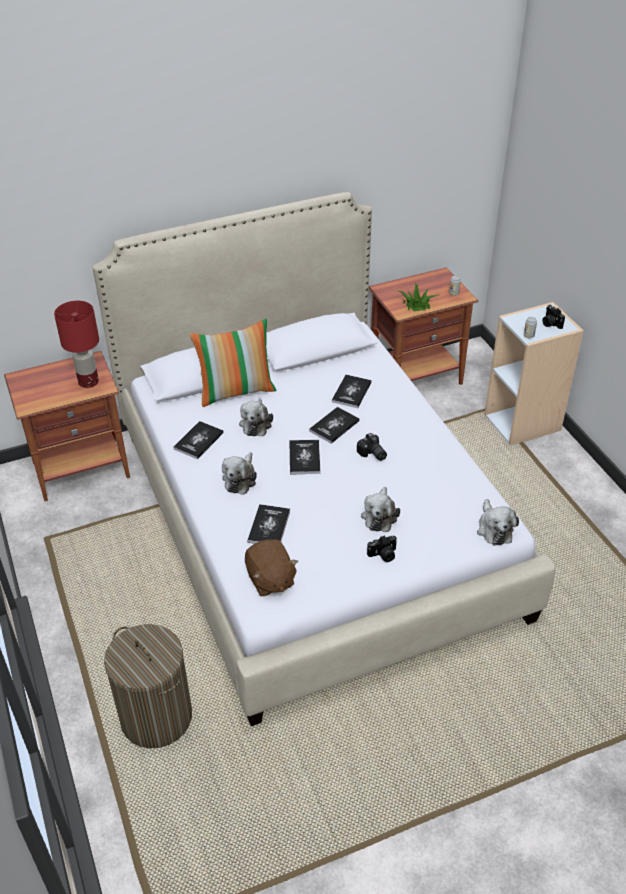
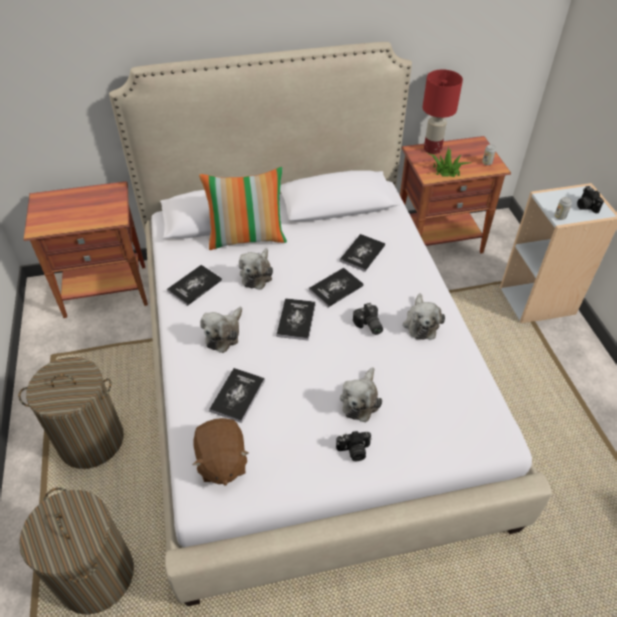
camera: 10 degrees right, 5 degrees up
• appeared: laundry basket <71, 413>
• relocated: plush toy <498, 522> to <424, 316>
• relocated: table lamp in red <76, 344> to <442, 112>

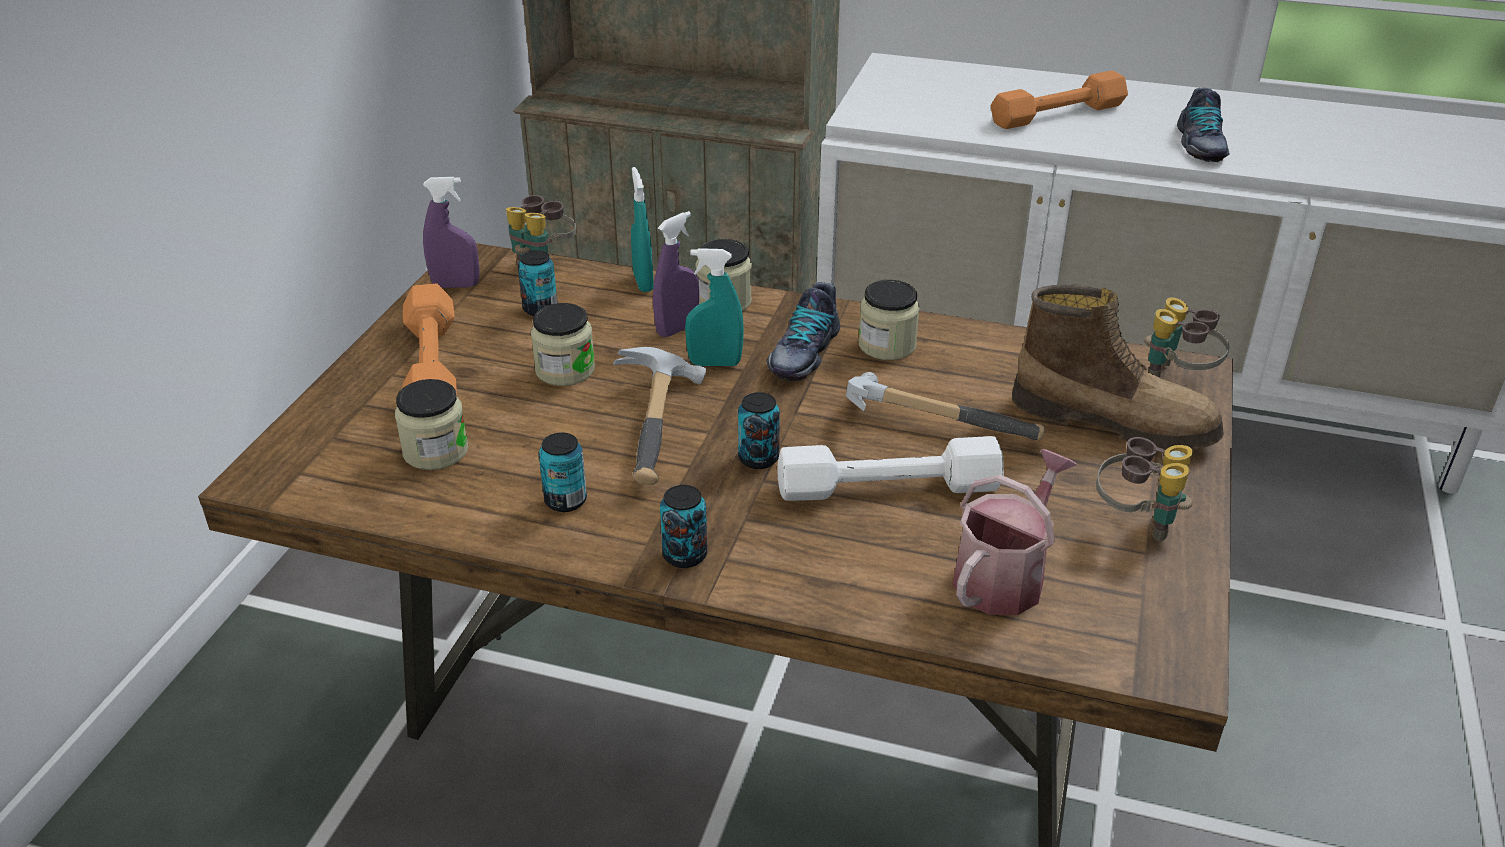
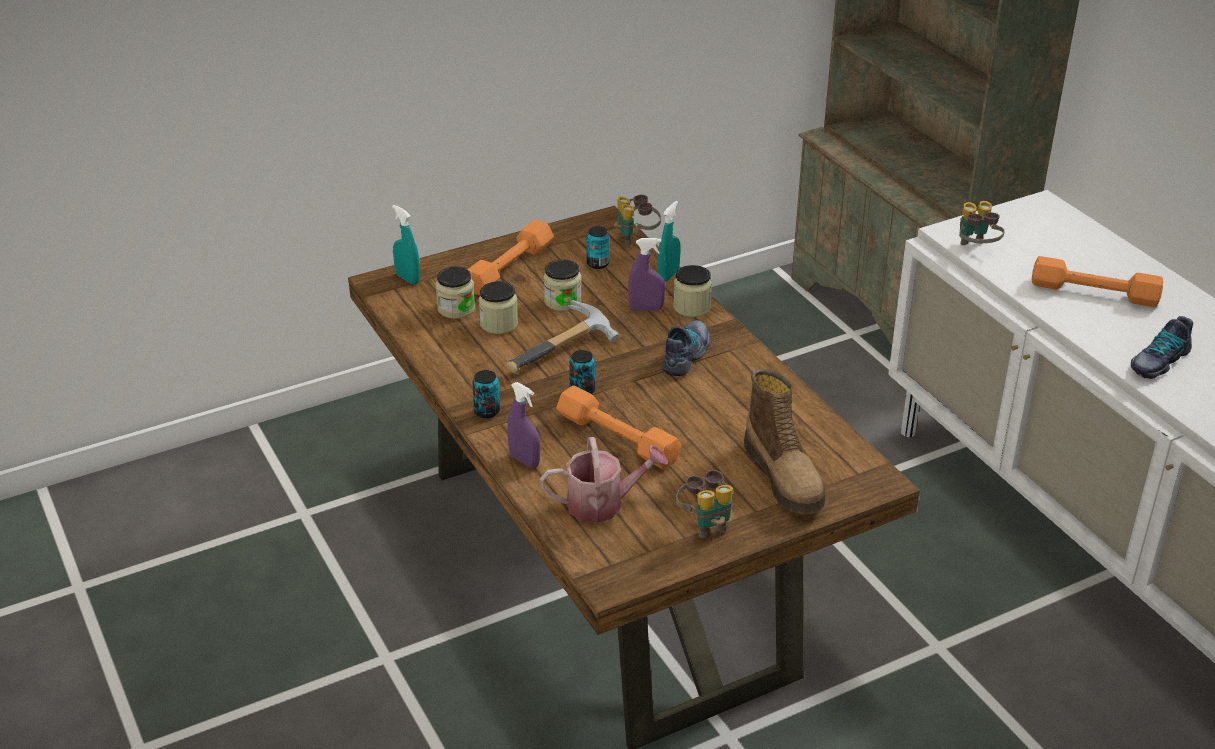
camera: 45 degrees right, 0 degrees up
• relocated: spray bottle in turquoise <714, 307> to <406, 244>
• relocated: jar <889, 320> to <498, 307>
• relocated: spray bottle in purple <451, 232> to <523, 425>
• colour: dumbbell in white <890, 468> to dumbbell in orange <619, 427>
• spun: shoe <803, 332> = <686, 348> 135 degrees clockwise
• relocated: binoculars <1187, 337> to <982, 223>
• missing: can <563, 472>
• missing: hammer <945, 406>

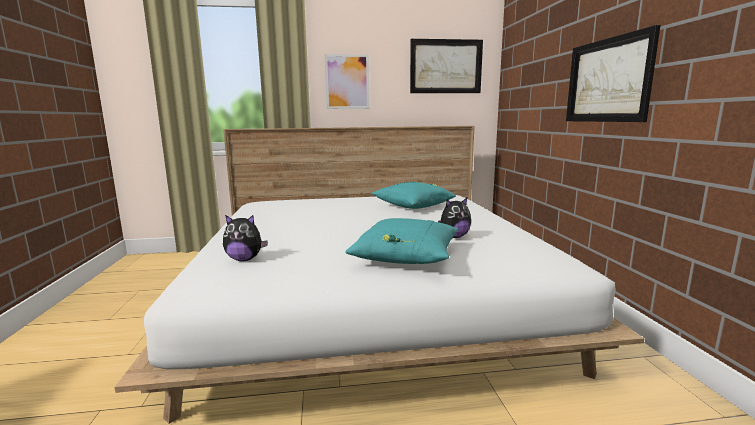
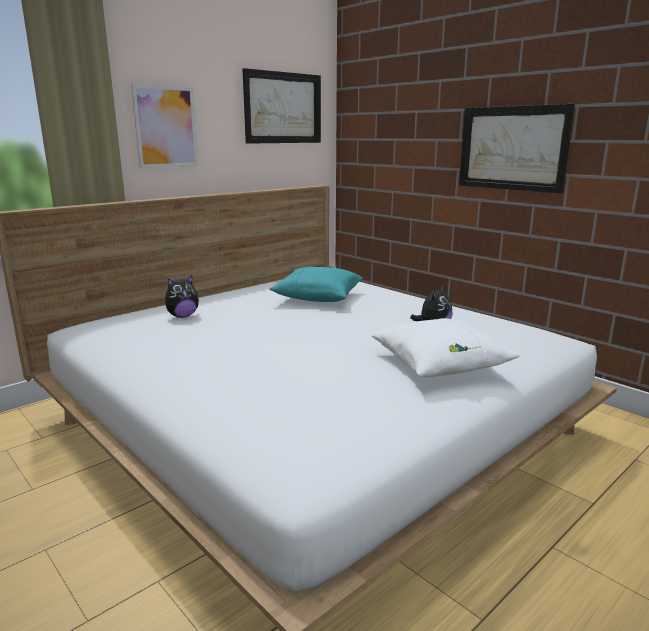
camera: 35 degrees left, 5 degrees up
• relocated: plush toy <245, 238> to <182, 296>
• colour: pillow in turquoise <401, 241> to pillow in white <446, 347>

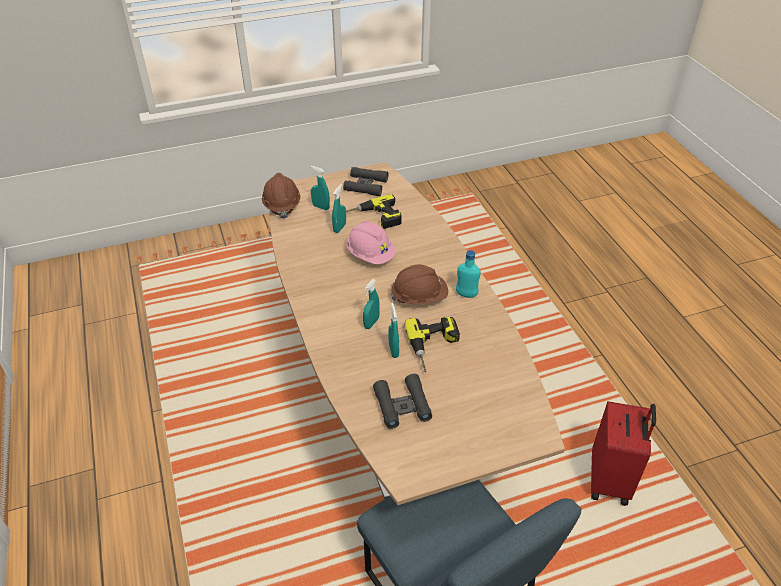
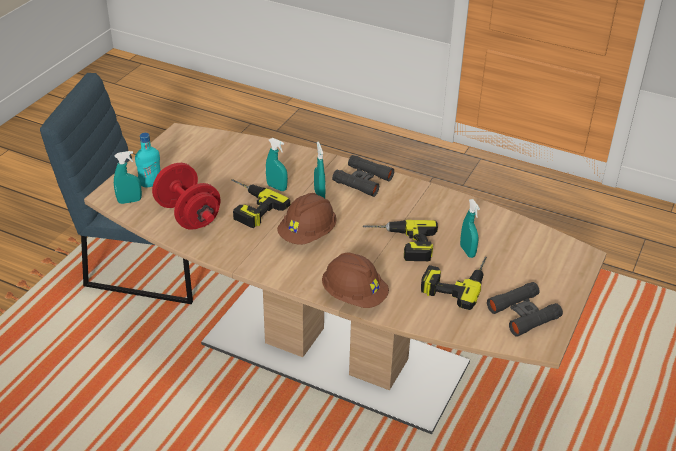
camera: 135 degrees right, 5 degrees down
• relocated: spray bottle in turquoise <320, 188> to <128, 177>
• relocated: bottle in turquoise <468, 274> to <148, 160>
• appeared: dumbbell in red <186, 196>
• relocated: hard hat in brown <281, 196> to <355, 280>
• relocated: binoculars in black <402, 401> to <363, 176>
• exchanged: hard hat in pink <371, 242> to power drill <400, 240>
• missing: suitcase in red <623, 453>

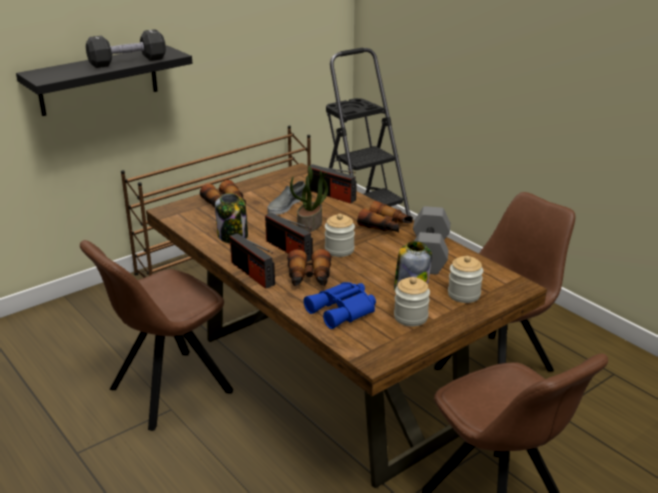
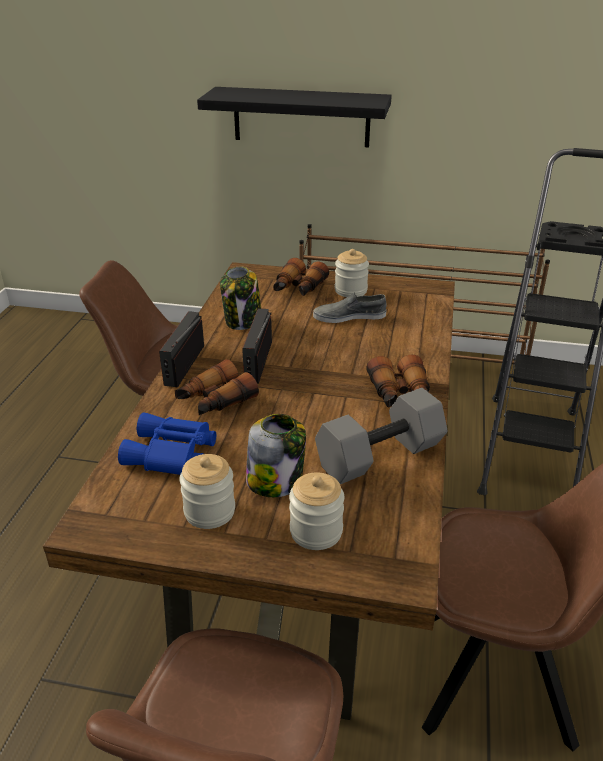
camera: 50 degrees right, 5 degrees up
• relocated: jar <340, 235> to <352, 273>
• missing: dumbbell in black <126, 48>
• missing: potted plant <309, 199>
• missing: radio <333, 184>

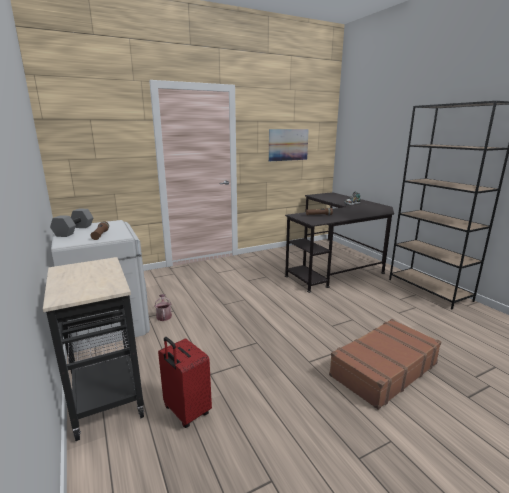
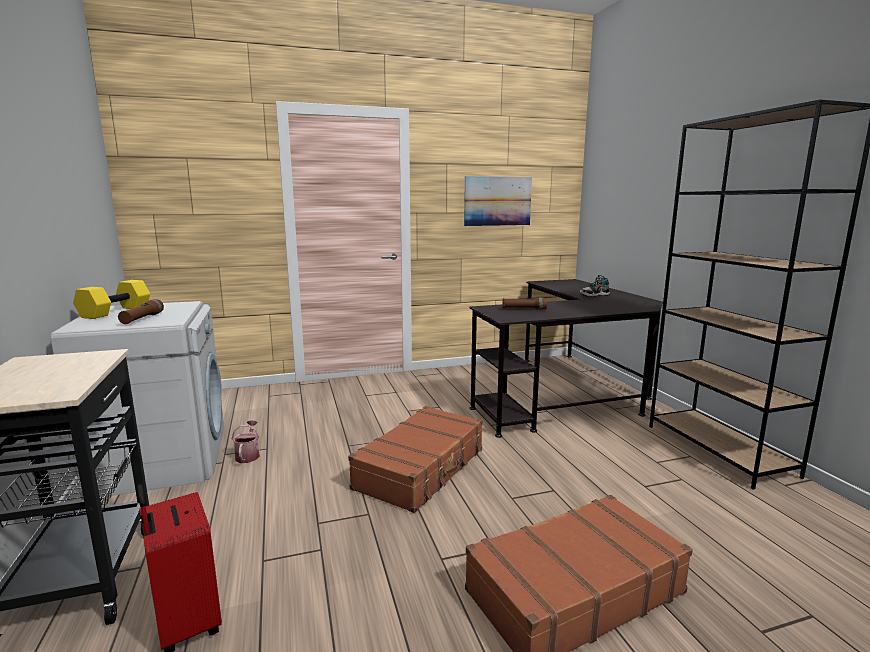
camera: 10 degrees right, 5 degrees down
• colour: dumbbell in grey <71, 222> to dumbbell in yellow <111, 299>
• appeared: suitcase in brown <415, 459>

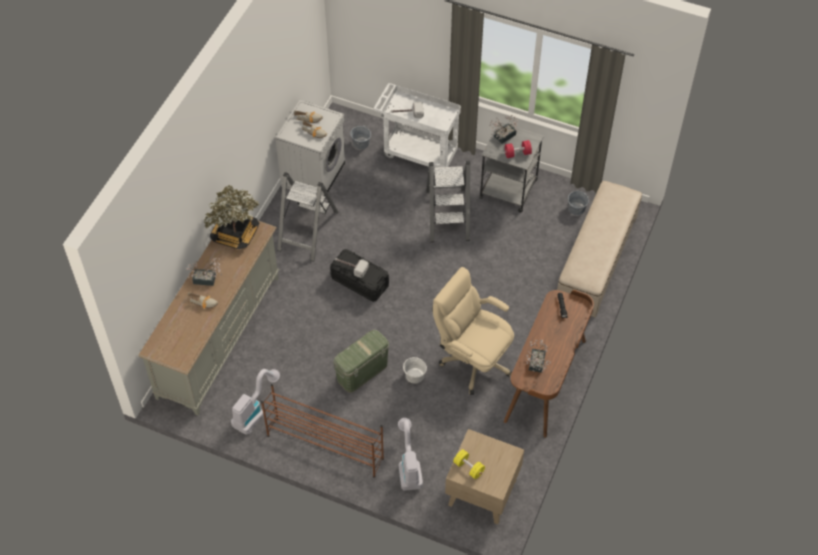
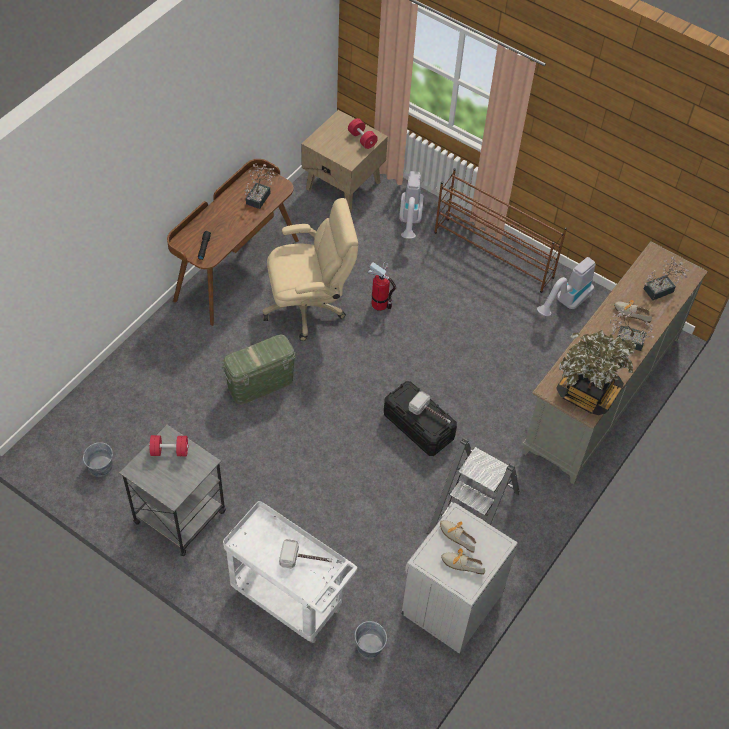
camera: 170 degrees left, 0 degrees up
• relocated: storage box in green <361, 361> to <259, 369>
• spun: office chair in beige <473, 331> = <310, 269> 60 degrees counterclockwise
• colour: dumbbell in yellow <469, 464> to dumbbell in red <363, 133>
• exchanged: bucket in white <415, 370> to fire extinguisher <382, 286>
• relocated: potted plant <503, 129> to <666, 278>
• missing: step ladder in grey <448, 202>
• missing: bench in beige <599, 249>

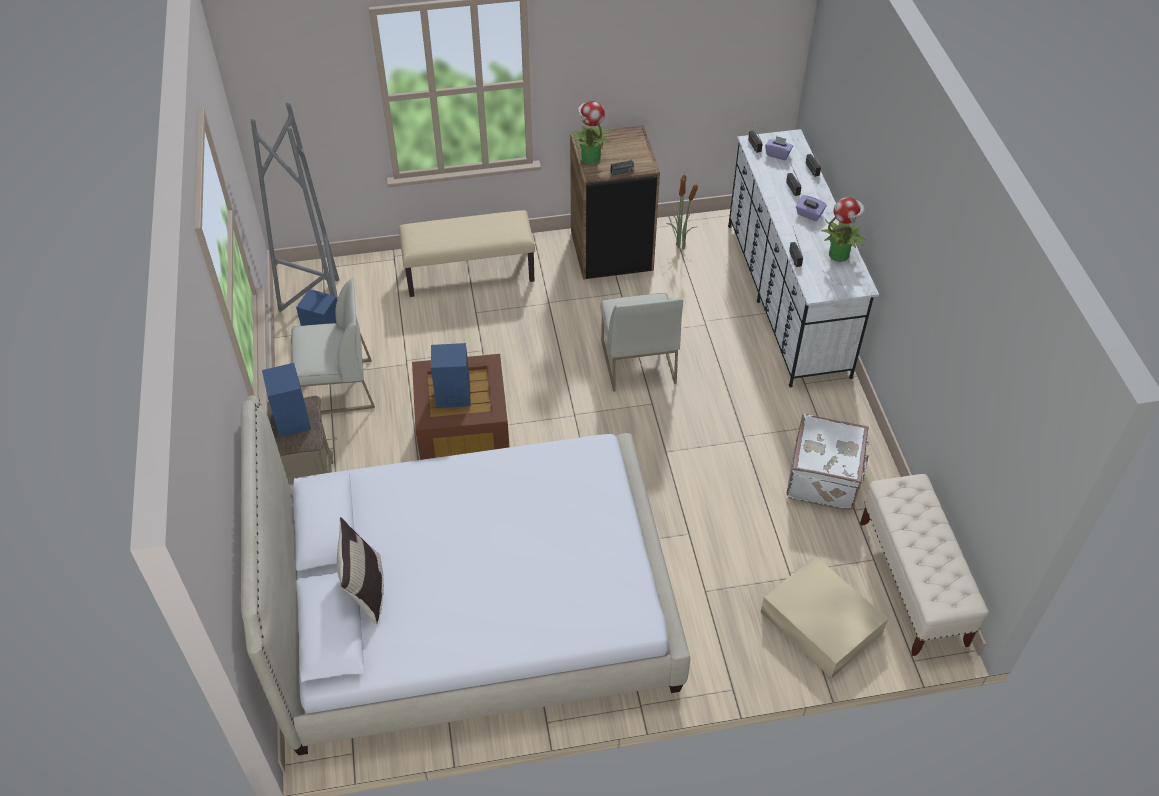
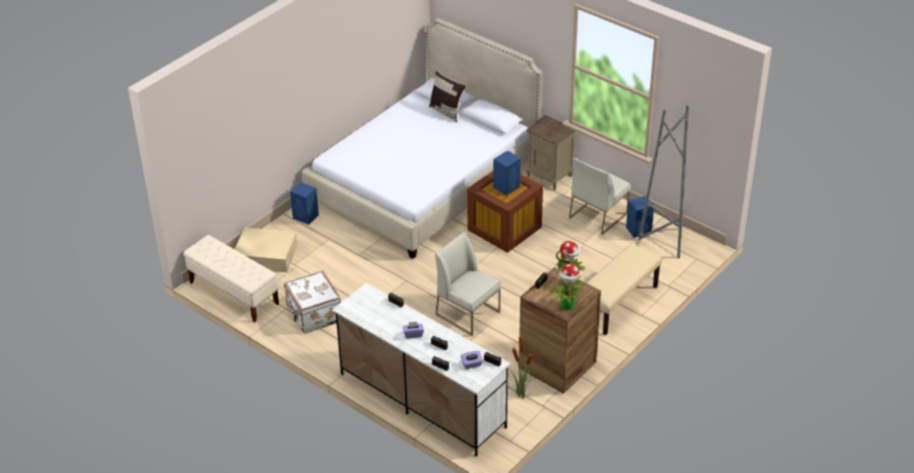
camera: 140 degrees right, 10 degrees down
• relocated: speaker in blue <286, 400> to <304, 203>
• relocated: potted plant <844, 229> to <568, 287>

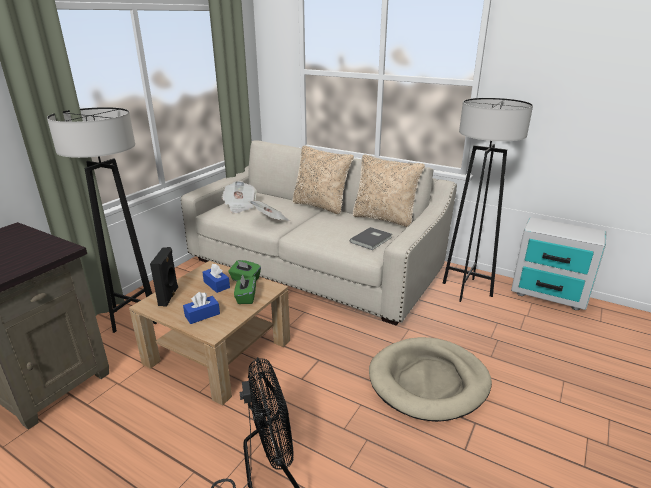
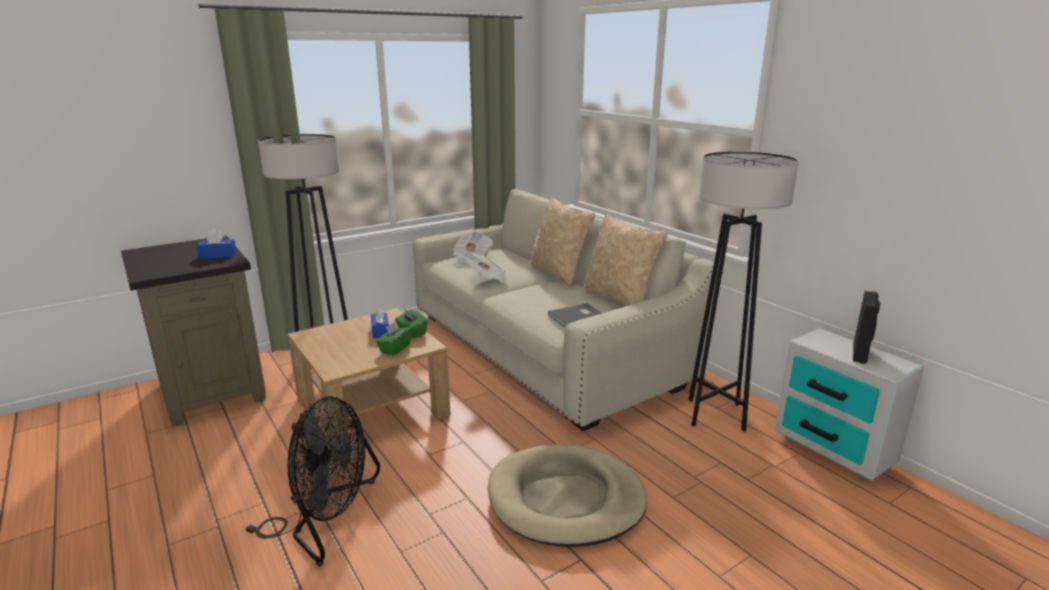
camera: 25 degrees right, 5 degrees down
• relocated: tissue box in blue <201, 308> to <216, 244>
• relocated: speaker in black <164, 277> to <866, 327>

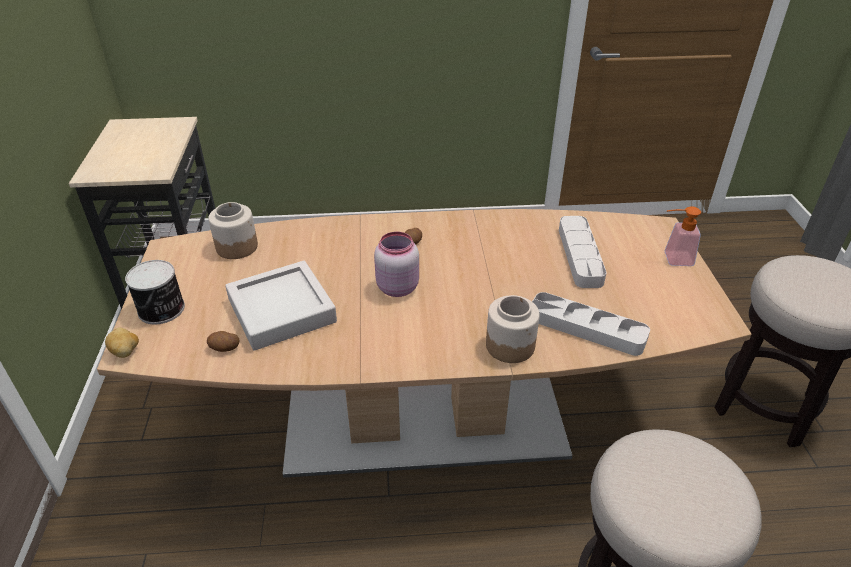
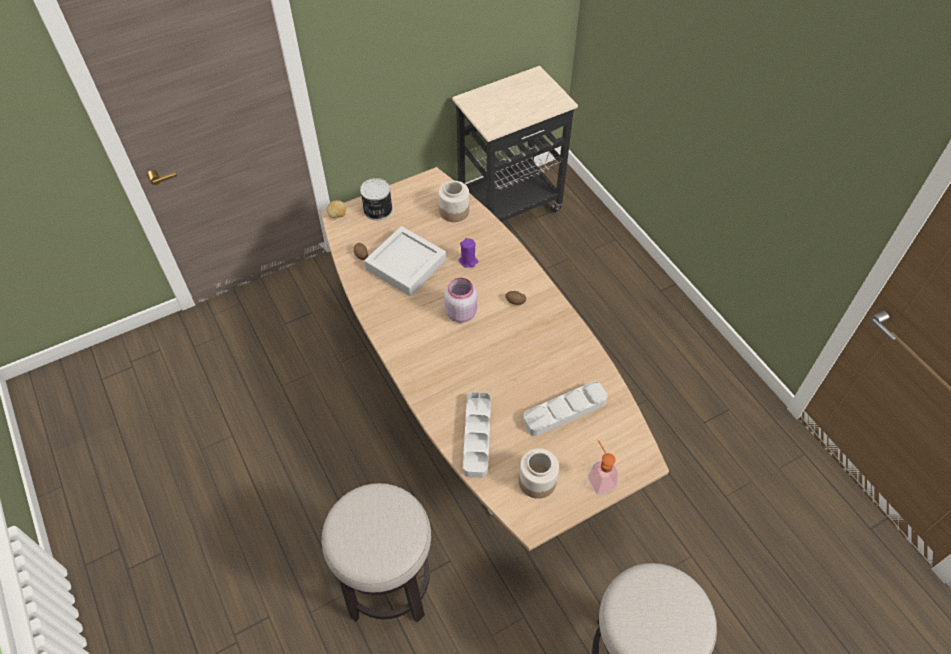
camera: 65 degrees right, 15 degrees up
• appeared: candle in purple <469, 253>
• relocated: jar <513, 329> to <539, 473>

